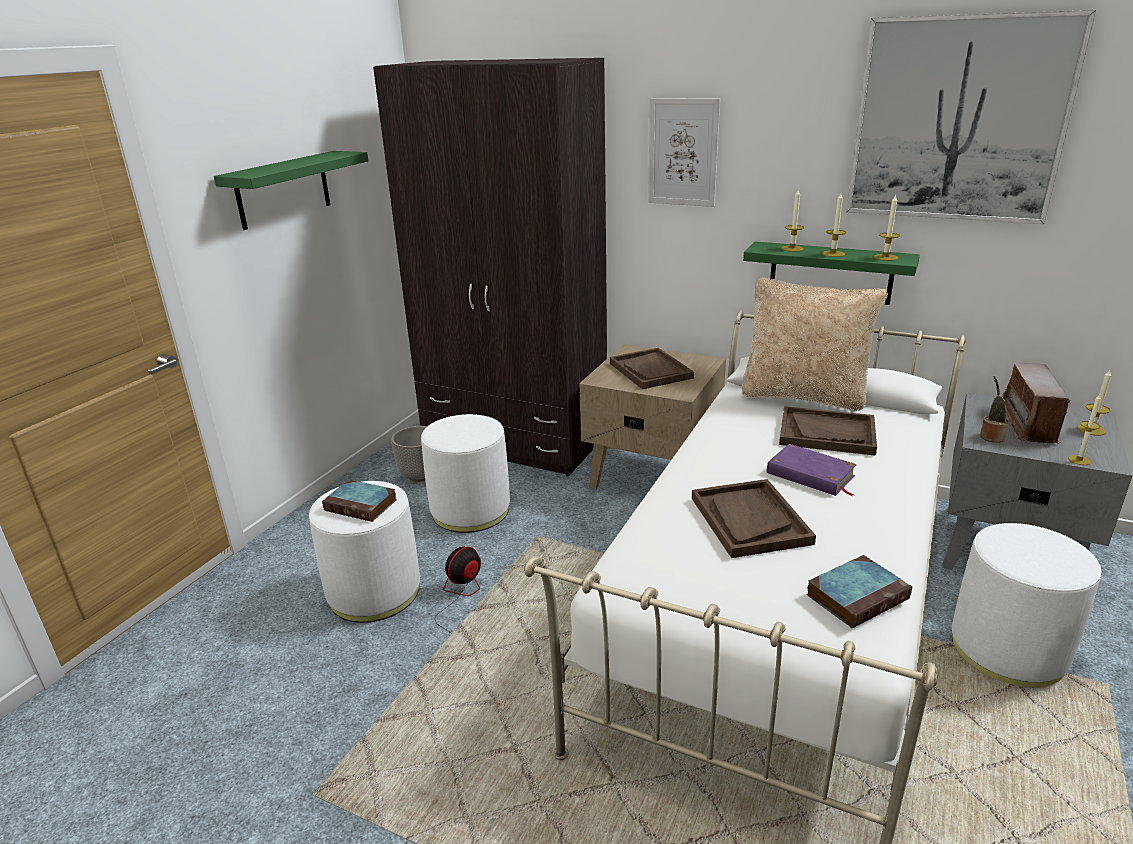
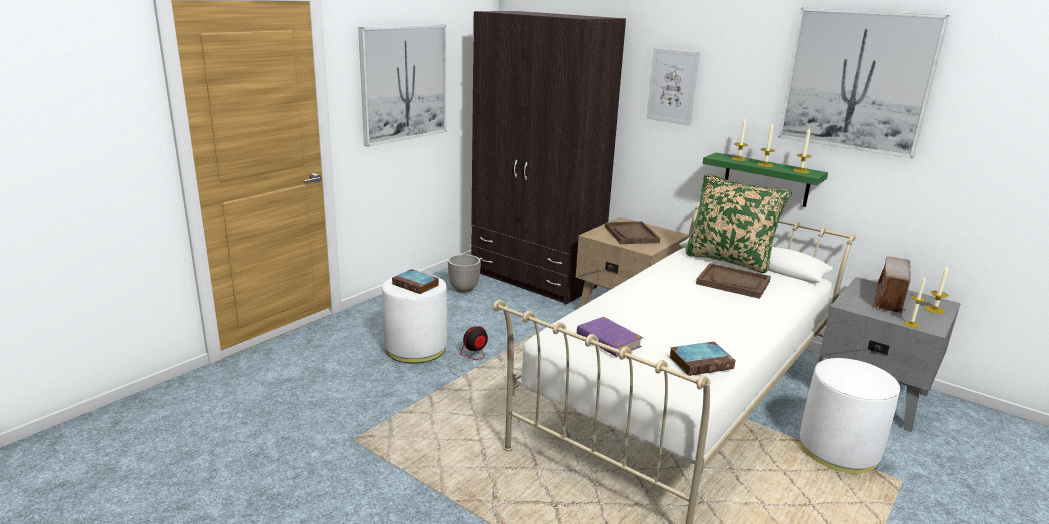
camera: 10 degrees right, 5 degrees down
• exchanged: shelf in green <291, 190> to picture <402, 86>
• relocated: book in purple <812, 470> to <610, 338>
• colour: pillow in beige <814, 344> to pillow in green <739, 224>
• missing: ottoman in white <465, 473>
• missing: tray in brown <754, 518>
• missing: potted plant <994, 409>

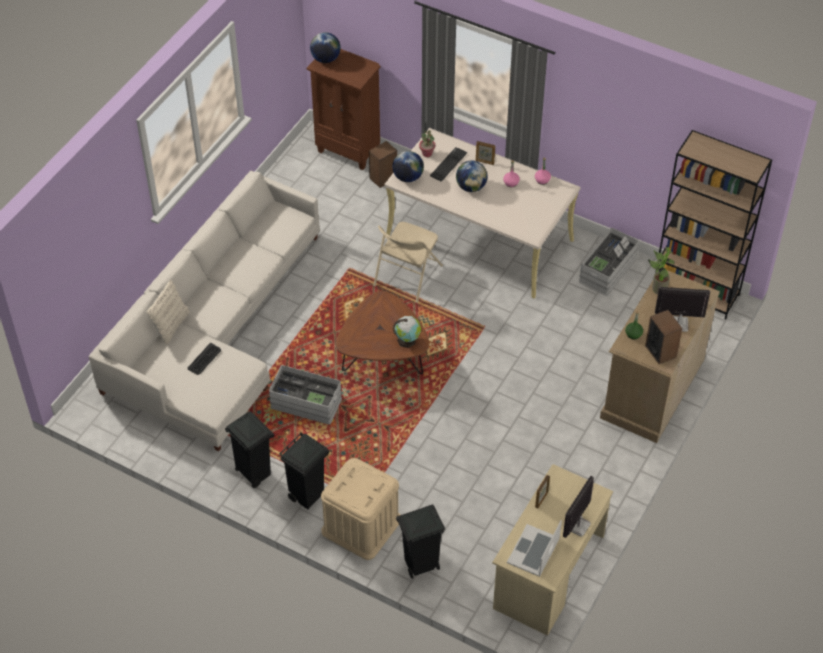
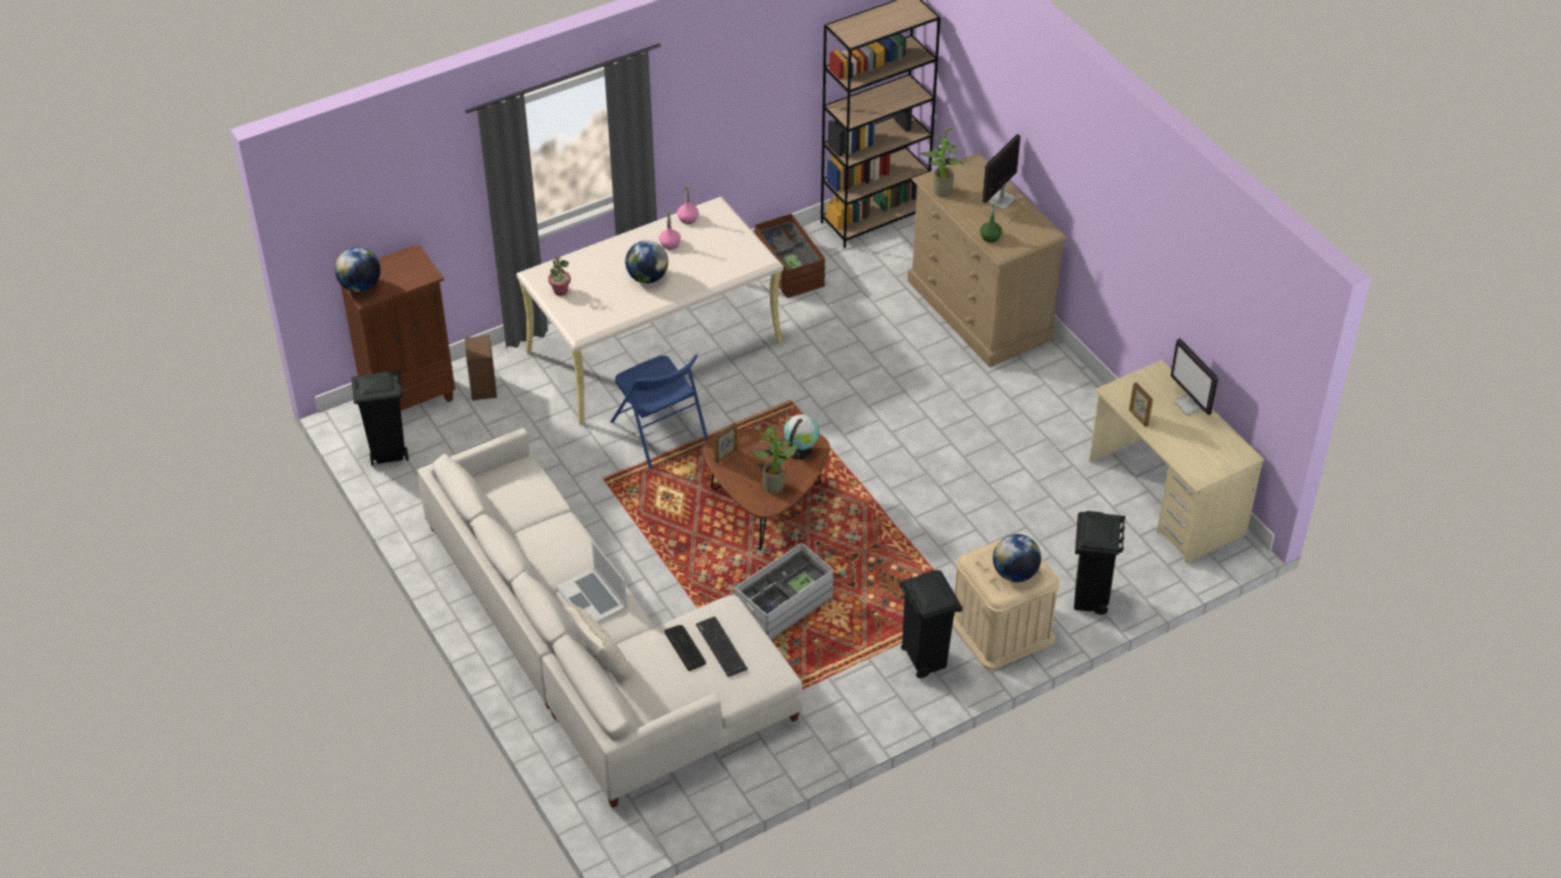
camera: 60 degrees left, 5 degrees down
• relocated: trash can in black <249, 449> to <380, 418>
• relocated: laptop <534, 548> to <591, 581>
• colour: chair in beige <408, 262> to chair in blue <659, 411>
• relocated: keyboard <448, 164> to <722, 647>
• relocated: picture frame <485, 153> to <726, 443>
• appeared: potted plant <774, 458>
• colour: storage box in grey <609, 262> to storage box in brown <789, 256>
• relocated: globe <408, 166> to <1017, 558>
• missing: speaker <663, 337>

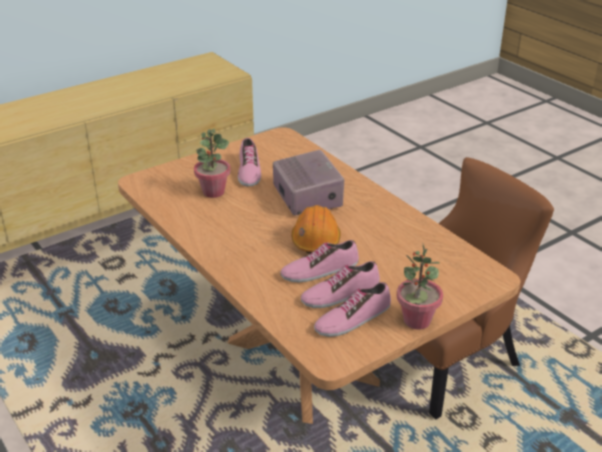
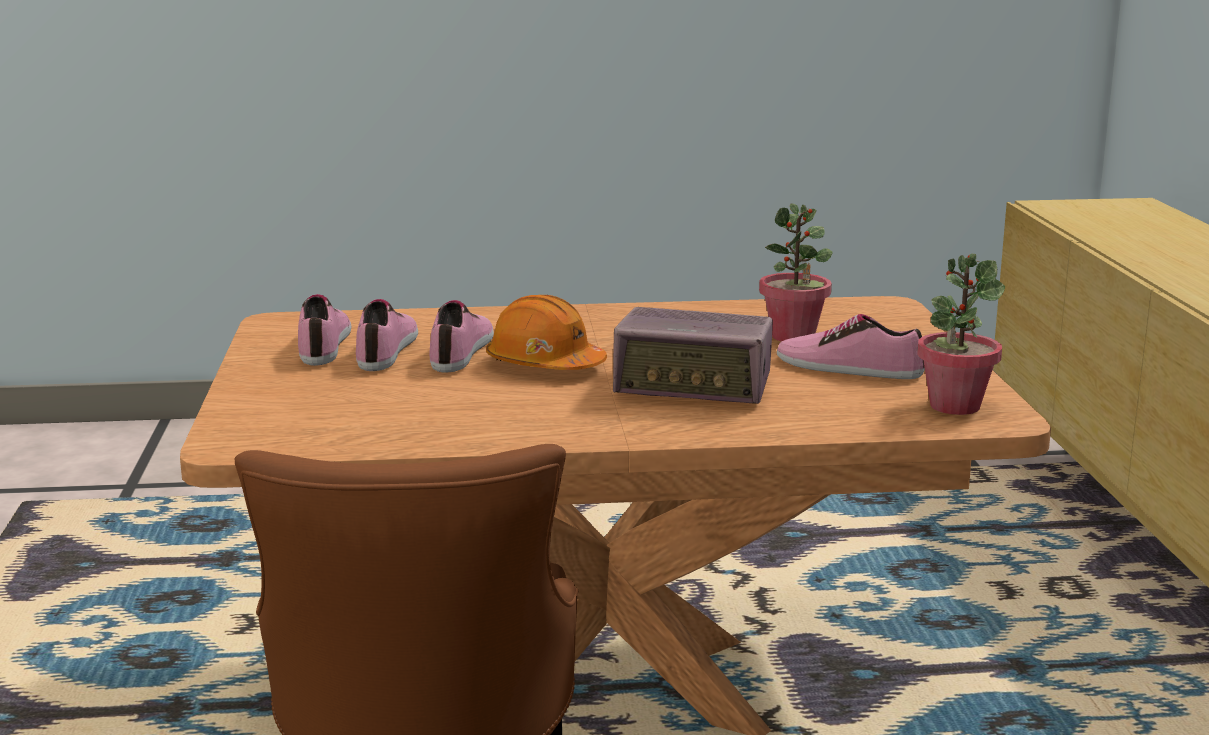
camera: 120 degrees right, 15 degrees down
• relocated: potted plant <420, 286> to <961, 334>

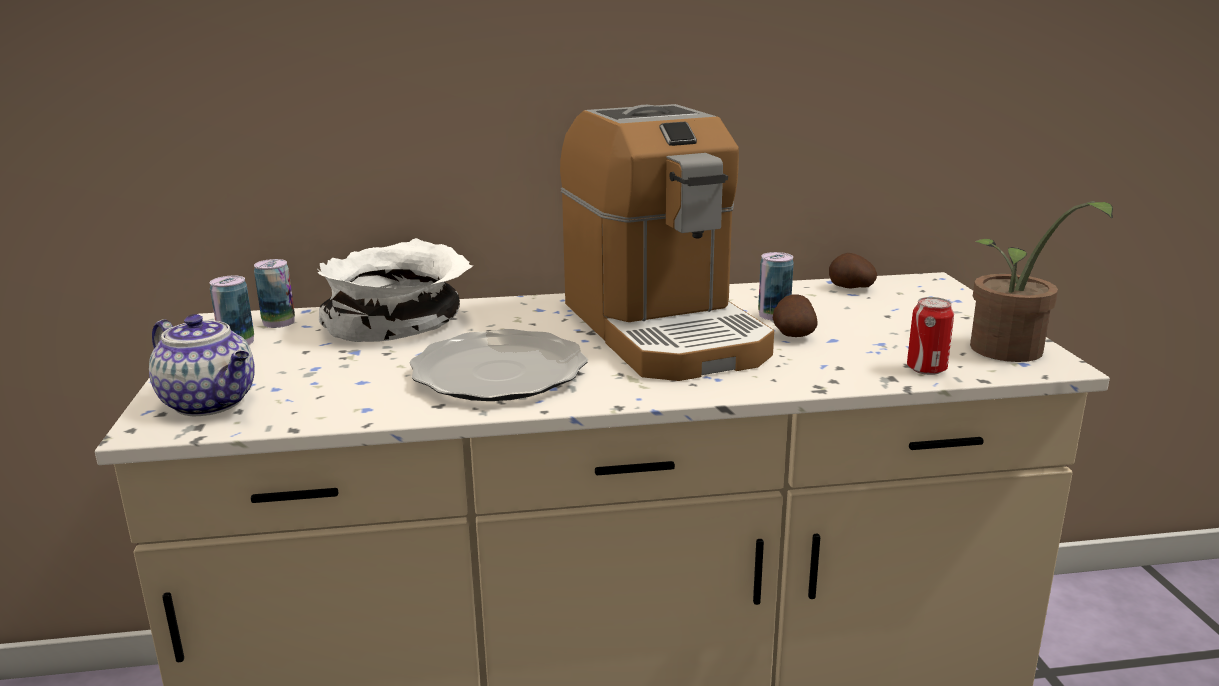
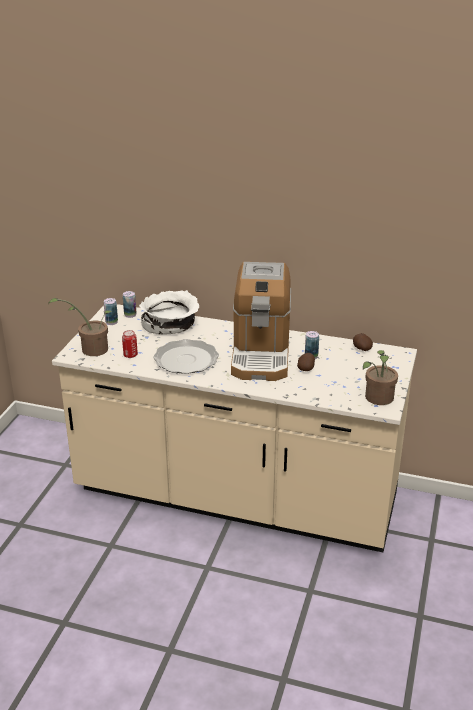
camera: 25 degrees right, 10 degrees up
• exchanged: teapot <202, 365> to potted plant <79, 327>
• relocated: can <930, 336> to <130, 344>

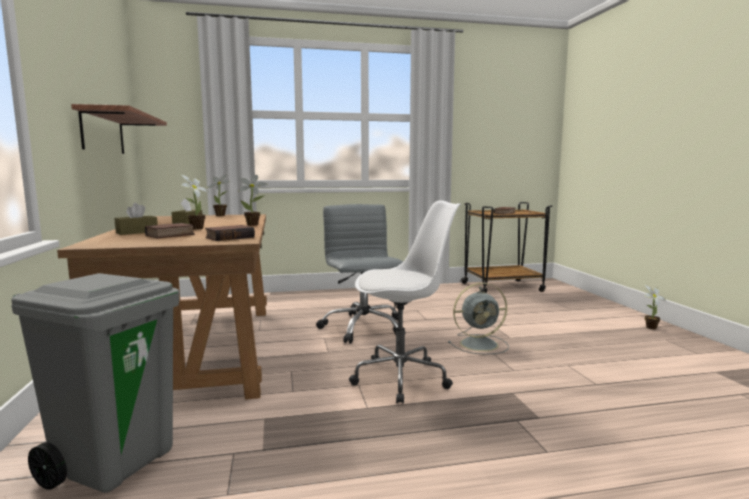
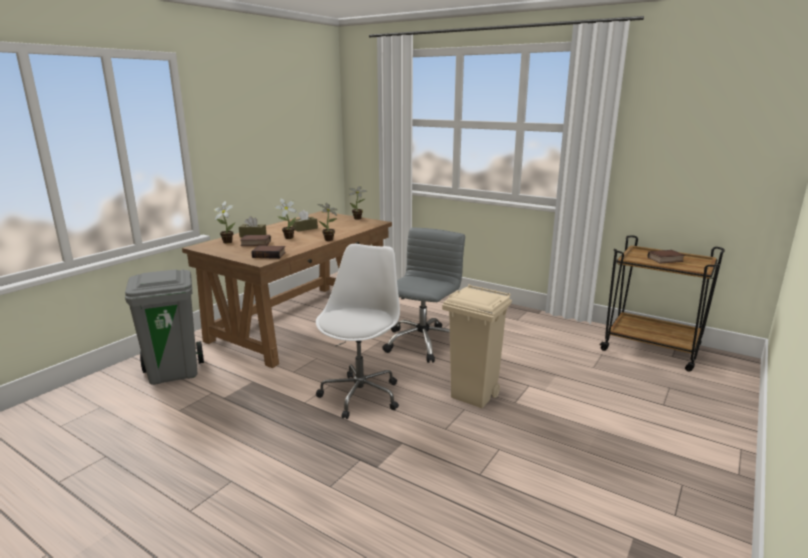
camera: 45 degrees right, 10 degrees up
• relocated: potted plant <655, 307> to <224, 222>
• spun: office chair in white <405, 302> = <358, 331> 105 degrees counterclockwise
• exchanged: fan in grey <478, 319> to trash can in beige <477, 346>
• missing: shelf <119, 129>

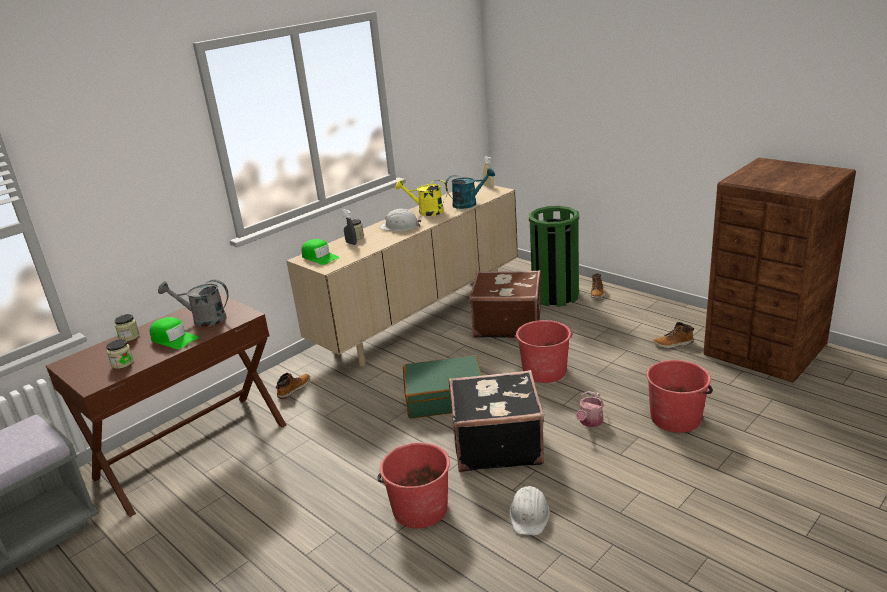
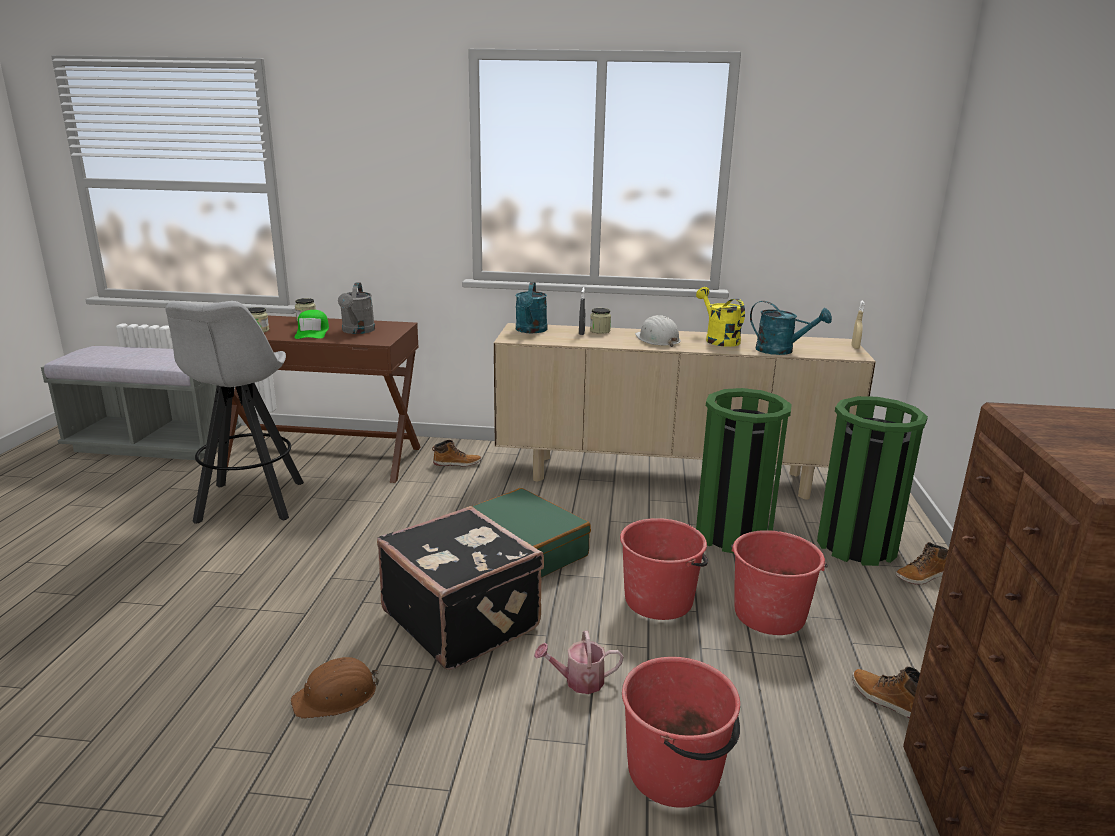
camera: 50 degrees right, 5 degrees down
• appeared: stool in grey <234, 412>
• colour: hard hat in white <530, 510> to hard hat in brown <335, 688>
• spun: watering can in grey <193, 303> = <356, 308> 150 degrees counterclockwise
• exchanged: cap in green <320, 252> to watering can in turquoise <531, 307>
• exchanged: suitcase in brown <505, 304> to trash can in green <744, 470>
• relocated: bucket in red <413, 485> to <779, 582>

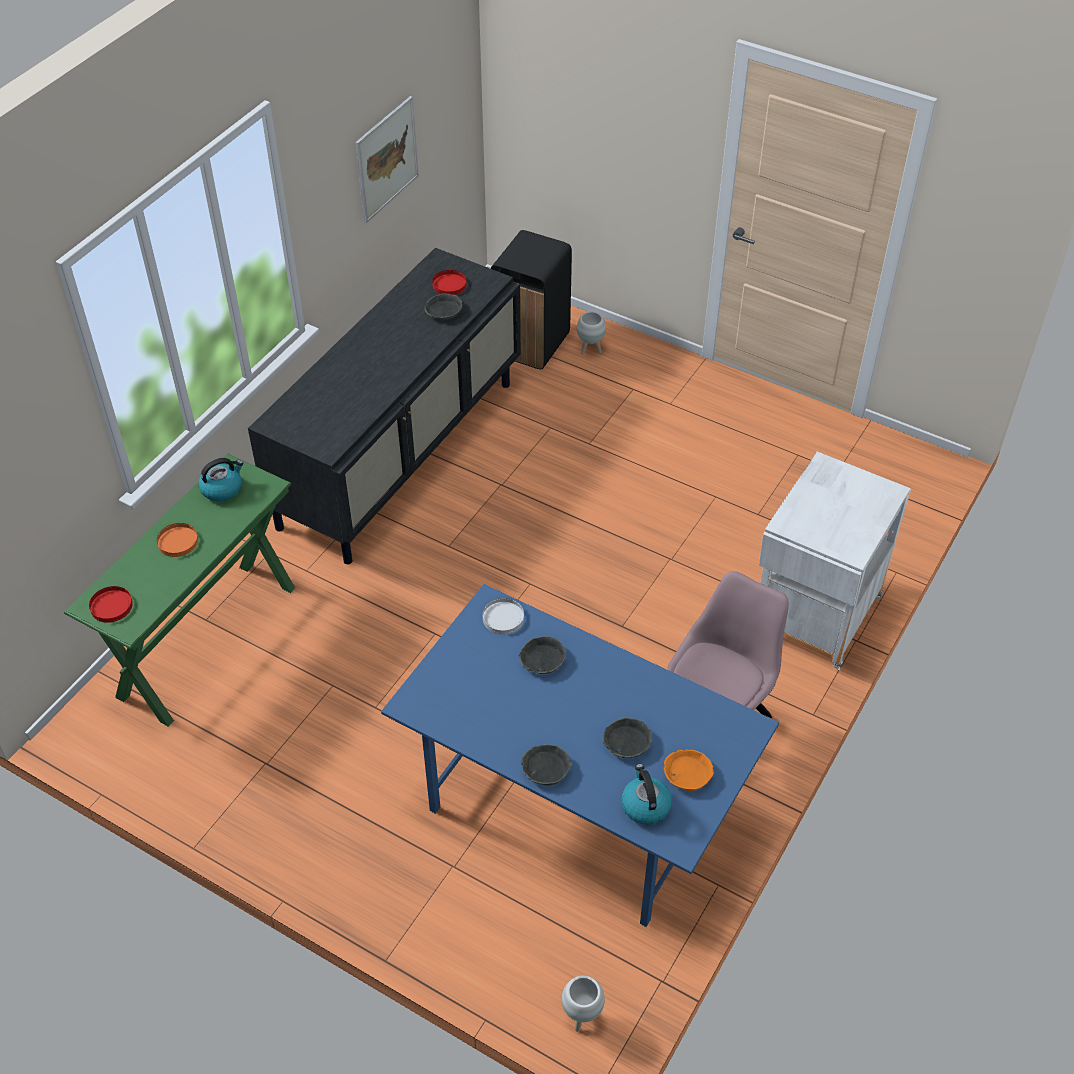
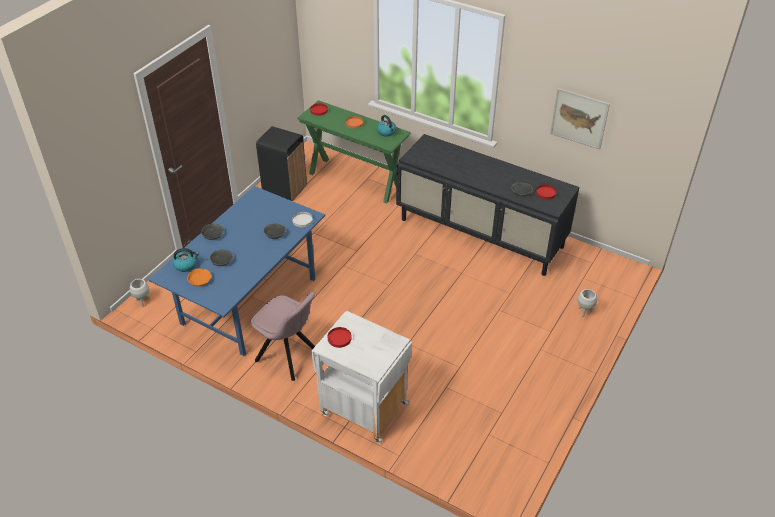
camera: 90 degrees right, 5 degrees down
• relocated: trash can in black <531, 299> to <281, 163>
• appeared: plate in red <340, 337>

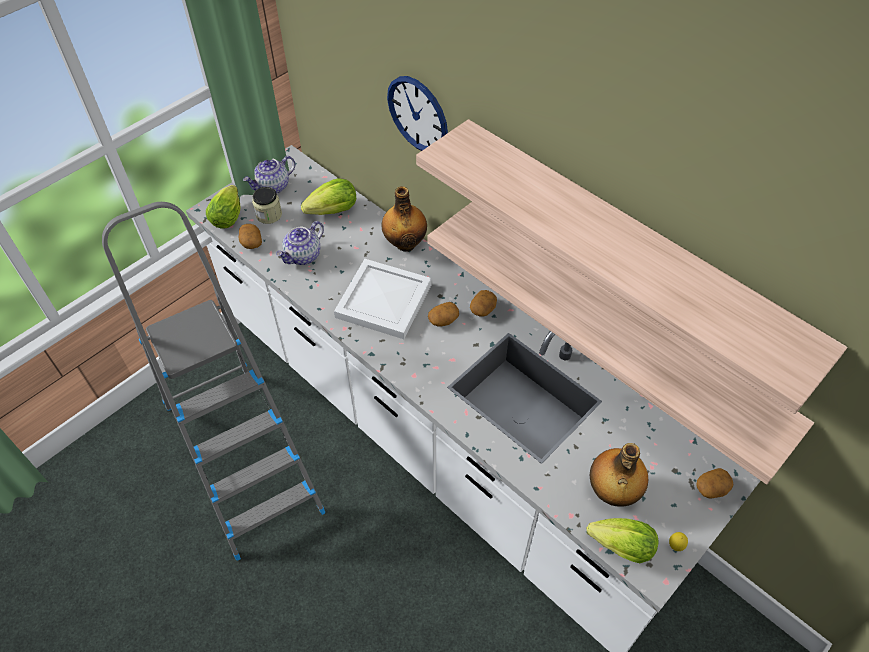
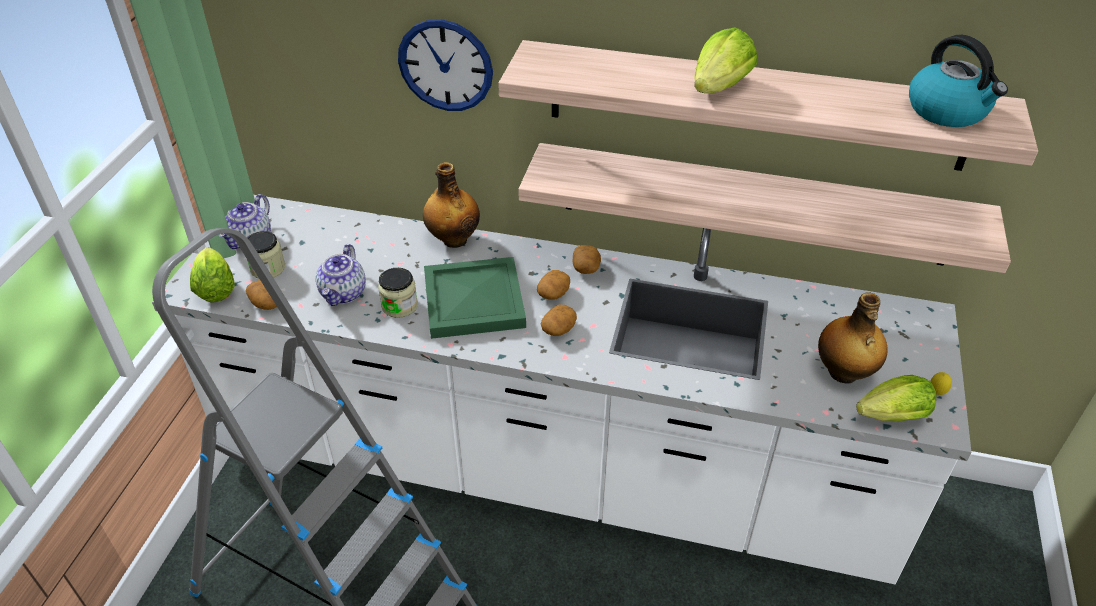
camera: 30 degrees left, 10 degrees down
• appeared: jar <398, 293>
• colour: tray in white <383, 299> to tray in green <475, 298>
• relocated: potato <715, 483> to <559, 320>
• relocated: lettuce <328, 196> to <725, 61>
• appeared: kettle <958, 81>

